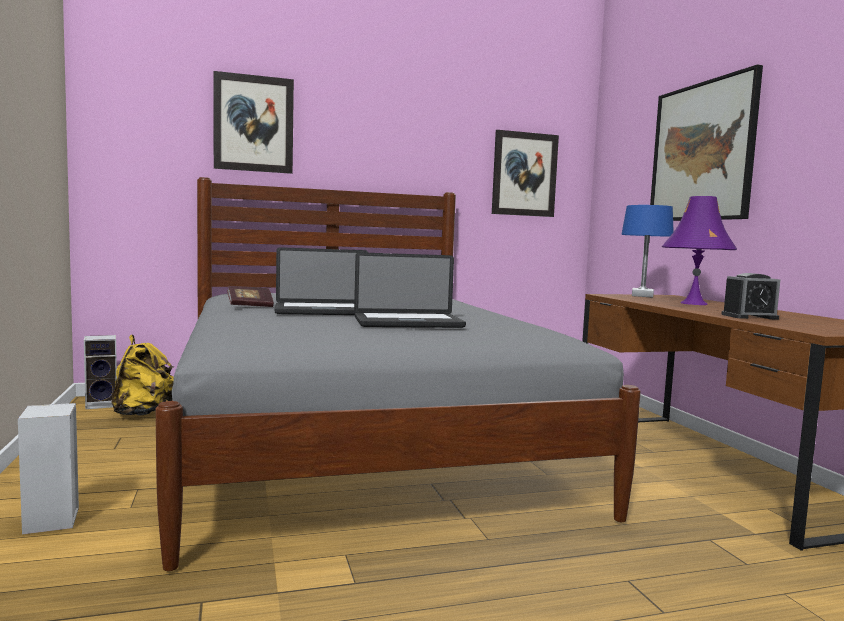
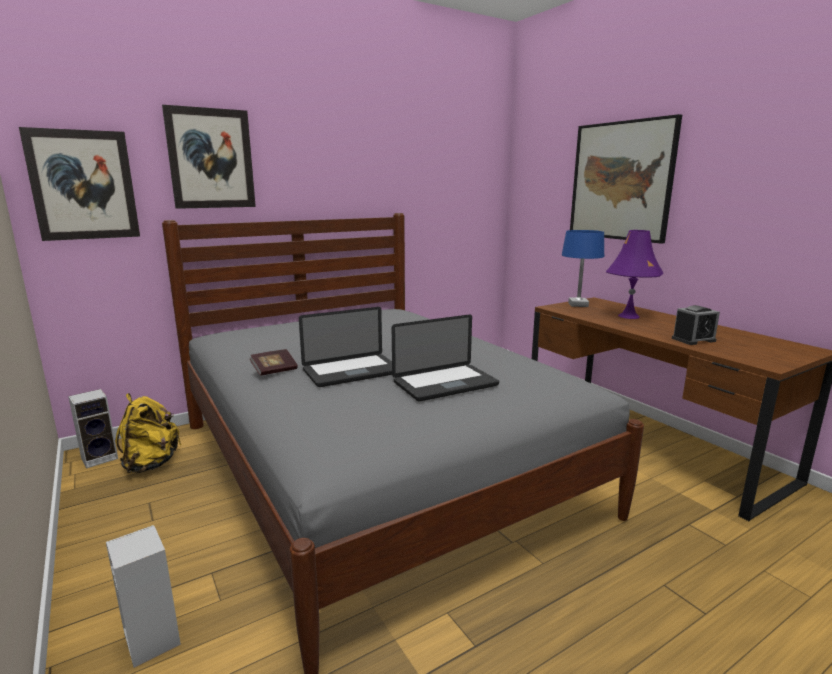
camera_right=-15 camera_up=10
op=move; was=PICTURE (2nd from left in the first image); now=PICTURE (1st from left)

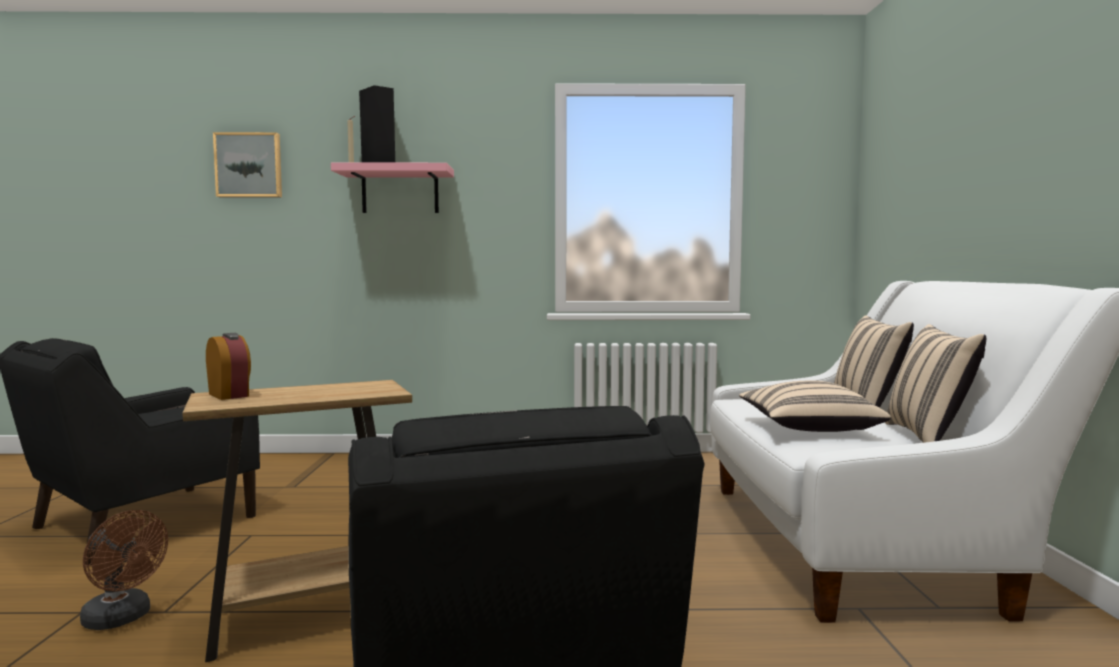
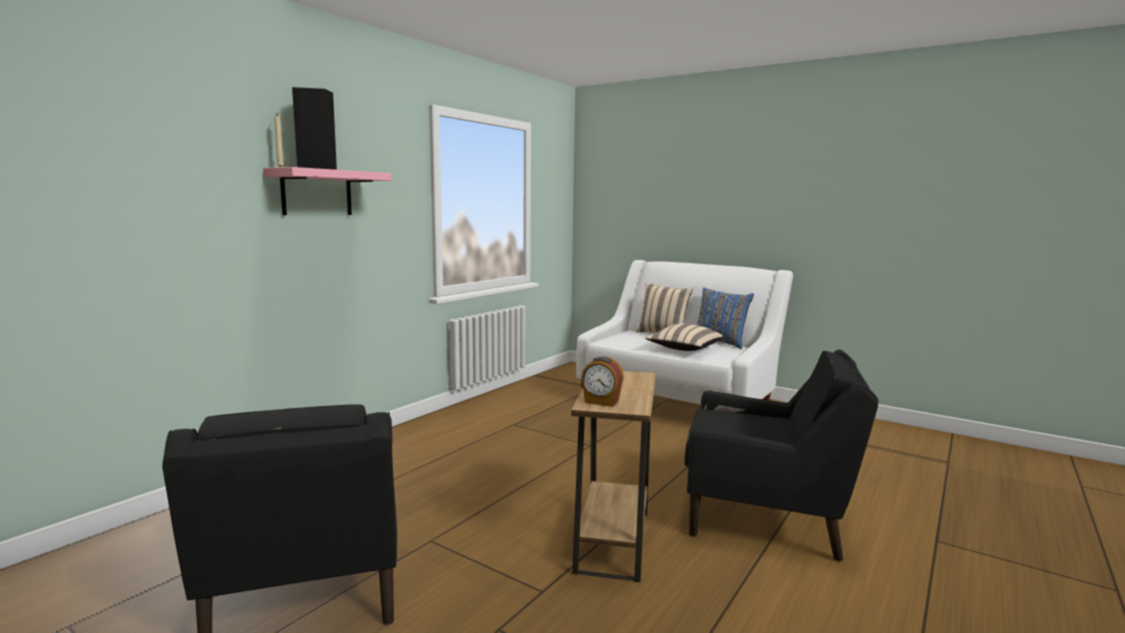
camera_right=-55 camera_up=5
op=delete; was=BROWN FAN
op=rotate; was=ALARM CLOCK; clockwise=-150
op=delete; was=PICTURE
op=recolor; was=BEIGE PILLOW (3rd from left); now=BLUE PILLOW

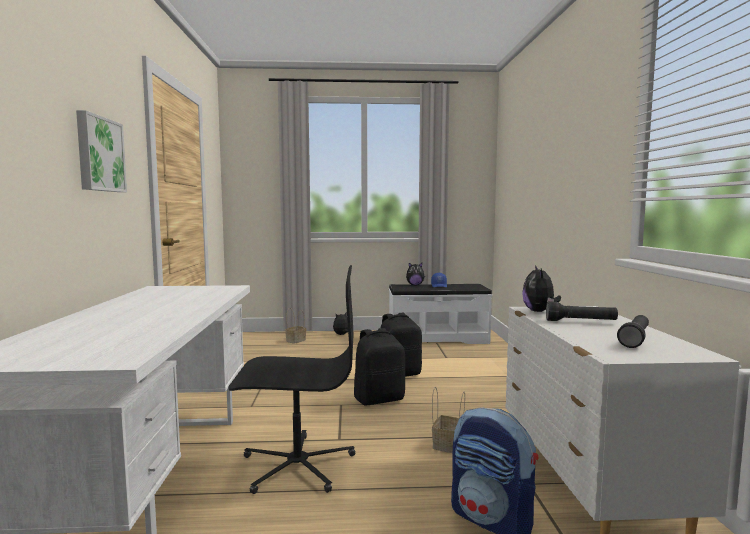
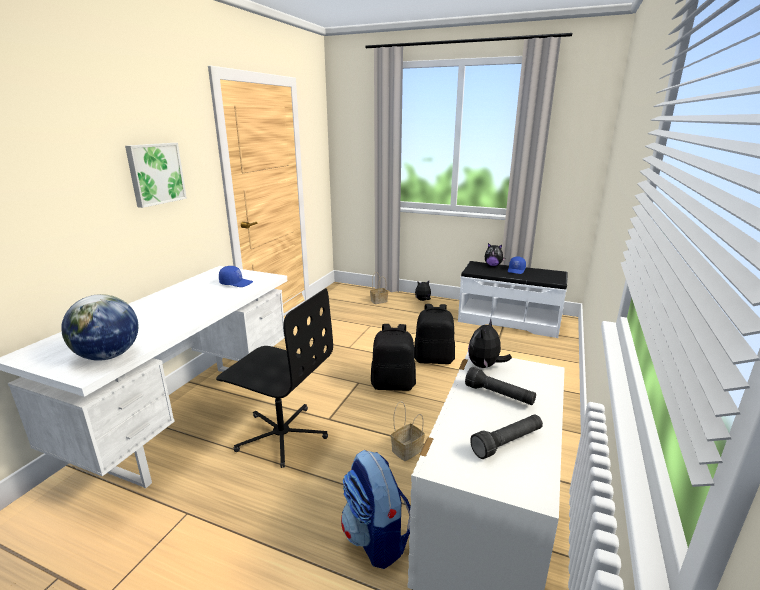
camera_right=25 camera_up=15
op=insert; now=GLOBE
op=insert; now=BLUE CAP (1st from left)

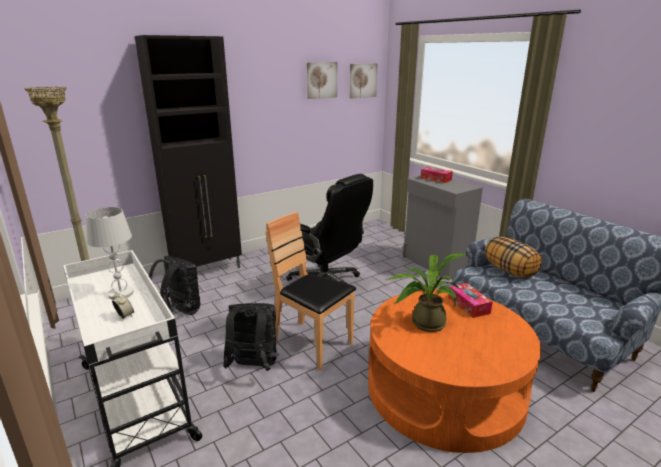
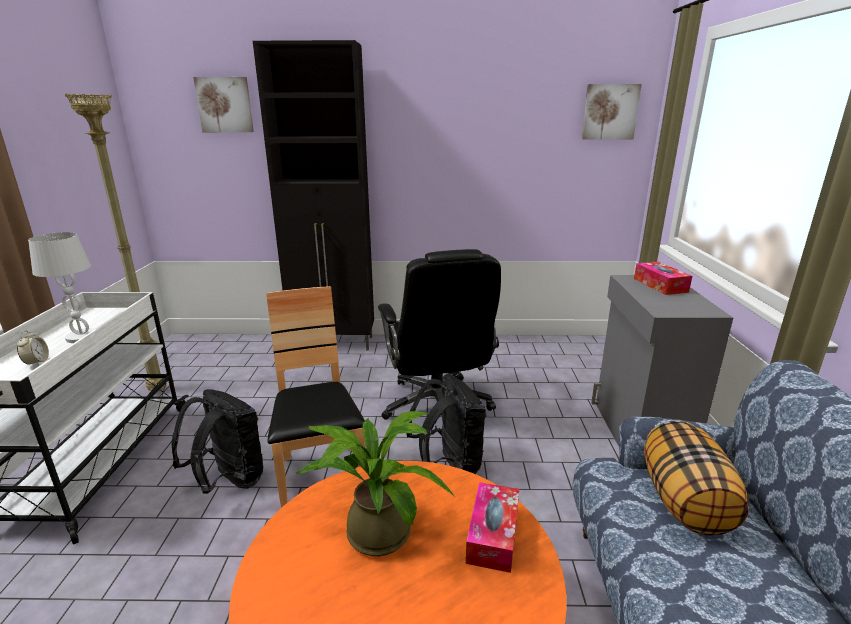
camera_right=35 camera_up=0
op=move; was=BLACK BACKPACK (1st from left in the first image); now=BLACK BACKPACK (2nd from left)
op=move; was=PICTURE (1st from left)

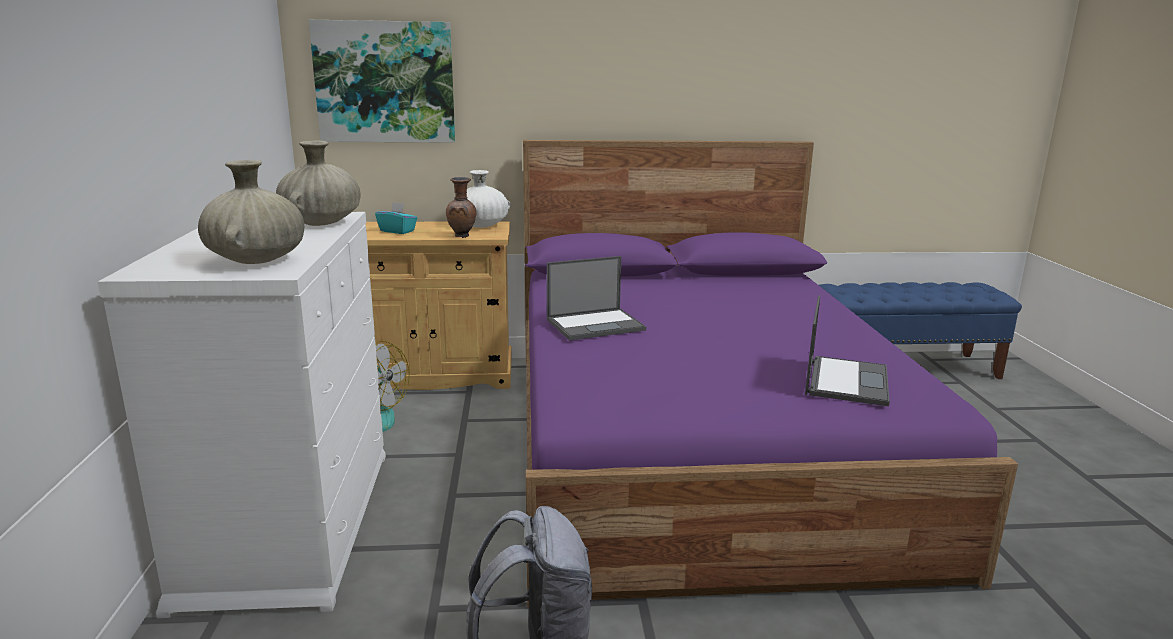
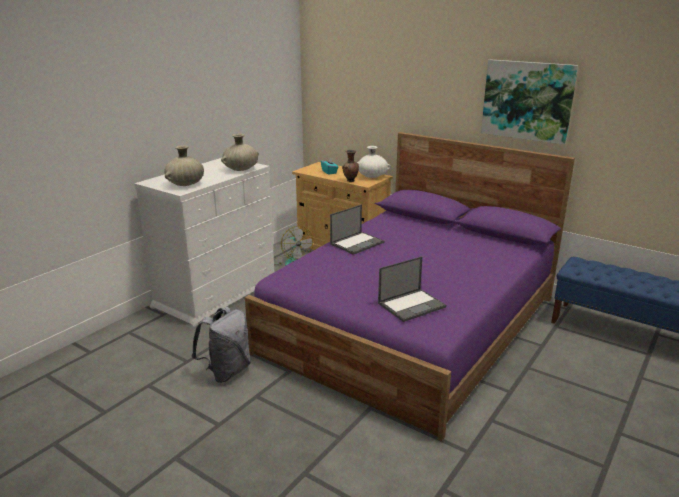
camera_right=40 camera_up=5
op=move; was=PICTURE
op=rotate; was=LAPTOP (1st from left); clockwise=-60

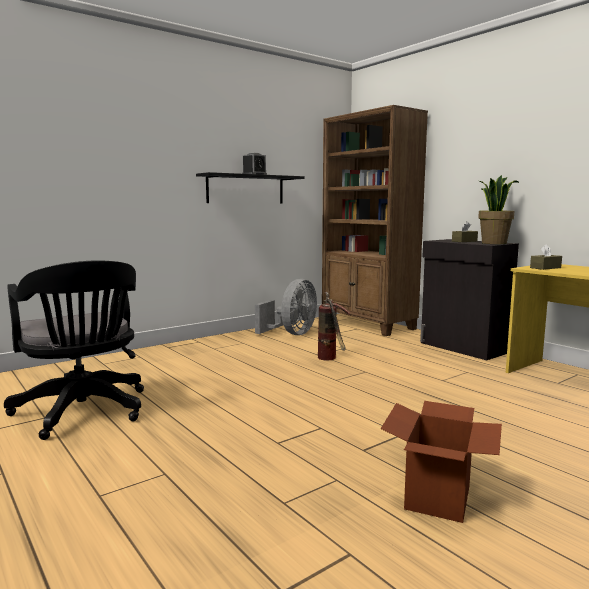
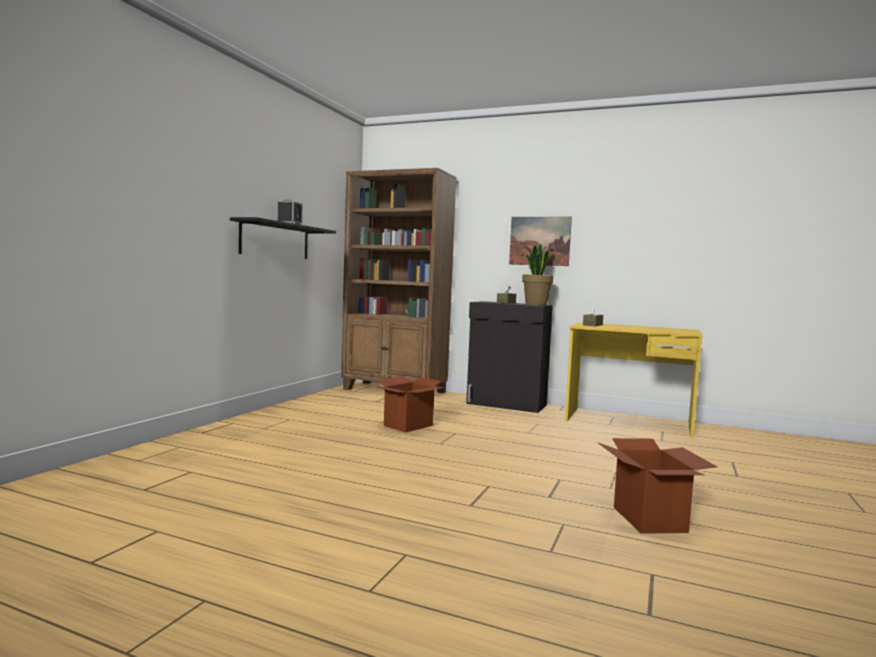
camera_right=-30 camera_up=-5
op=delete; was=BLACK OFFICE CHAIR
op=delete; was=GREY FAN
op=replace; was=FIRE EXTINGUISHER; now=CARDBOARD BOX (1st from left)
op=insert; now=PICTURE

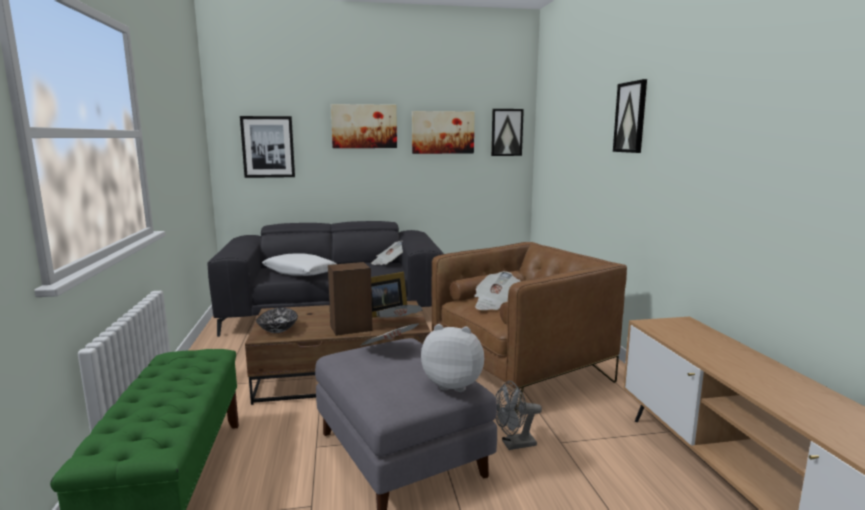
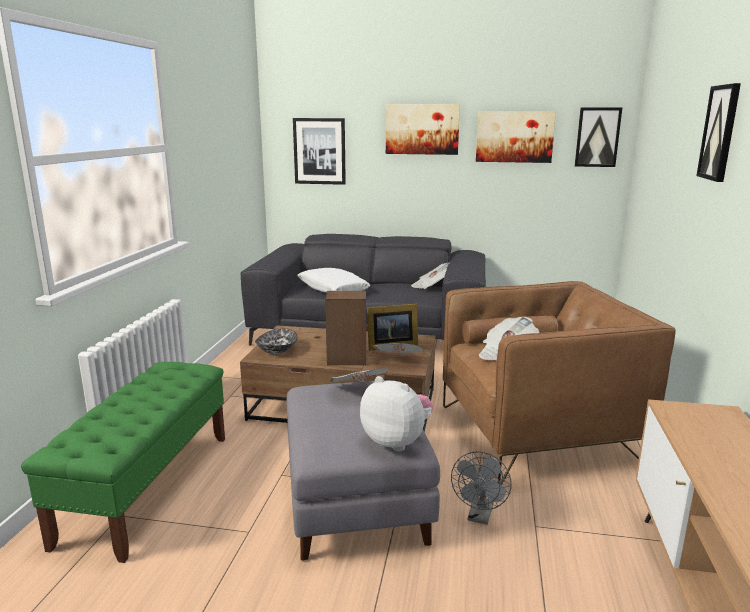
camera_right=20 camera_up=5
op=rotate; was=GREY FAN; clockwise=-75

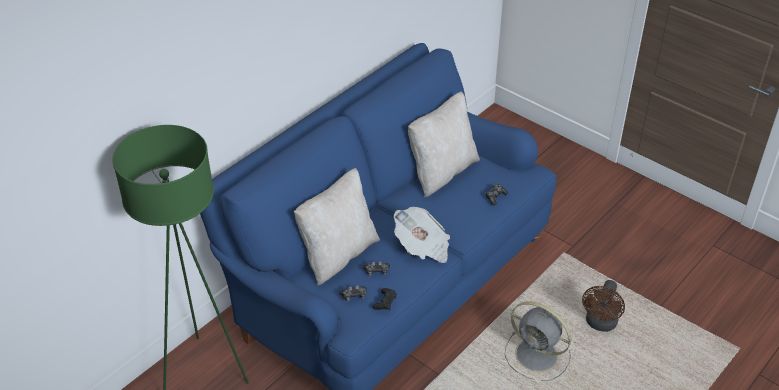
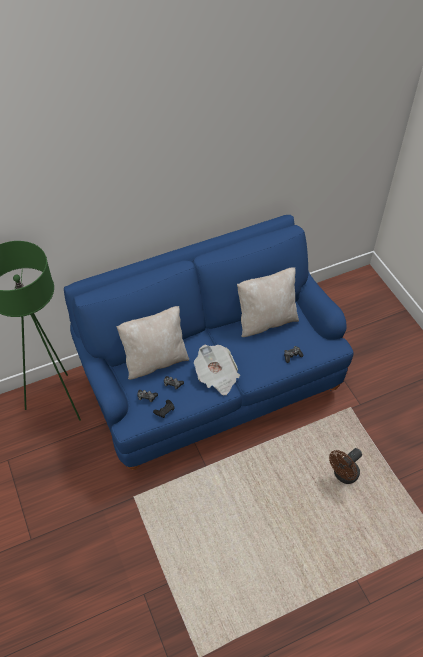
camera_right=25 camera_up=10
op=delete; was=GREY FAN

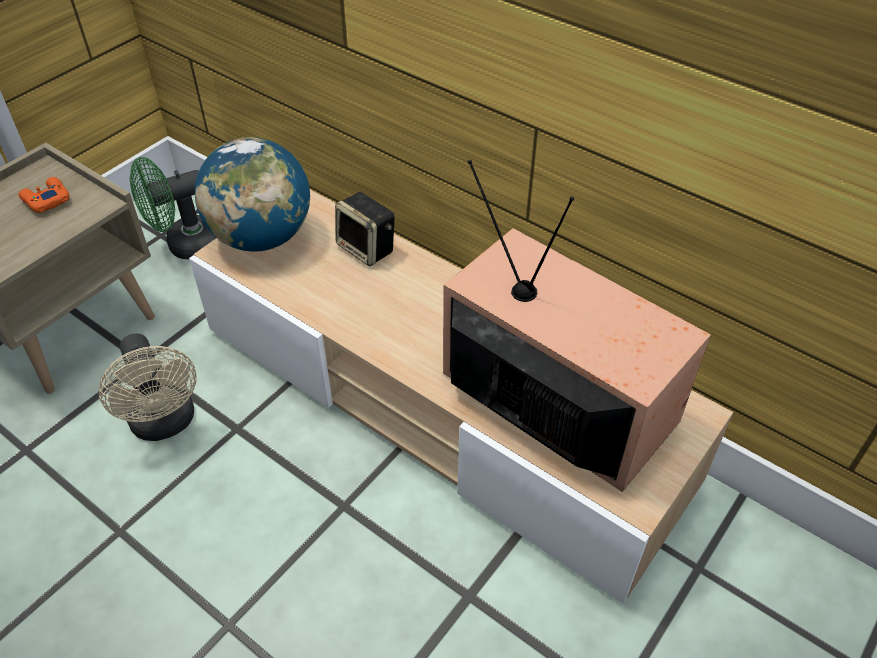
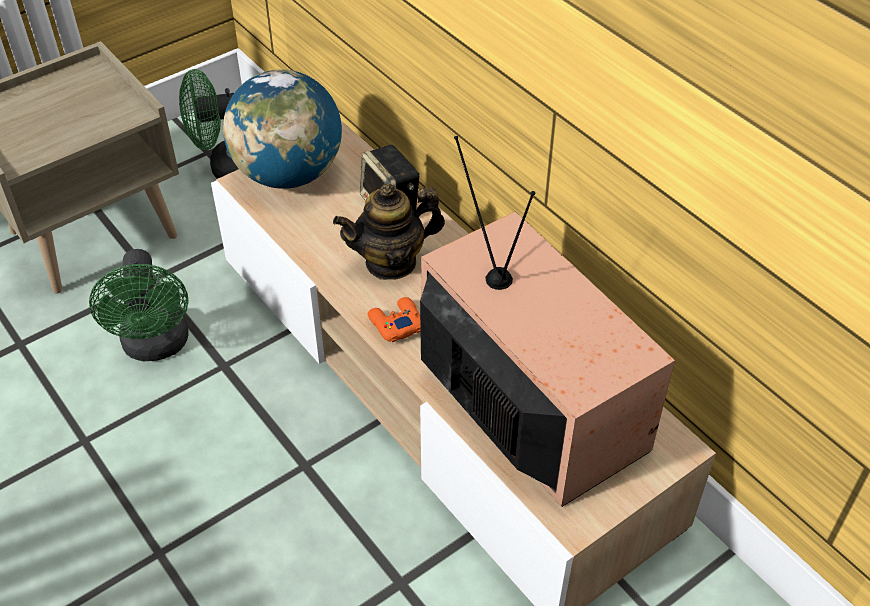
camera_right=15 camera_up=0
op=move; was=ORANGE GAME CONTROLLER
op=recolor; was=BEIGE FAN; now=GREEN FAN (1st from left)
op=insert; now=TEAPOT

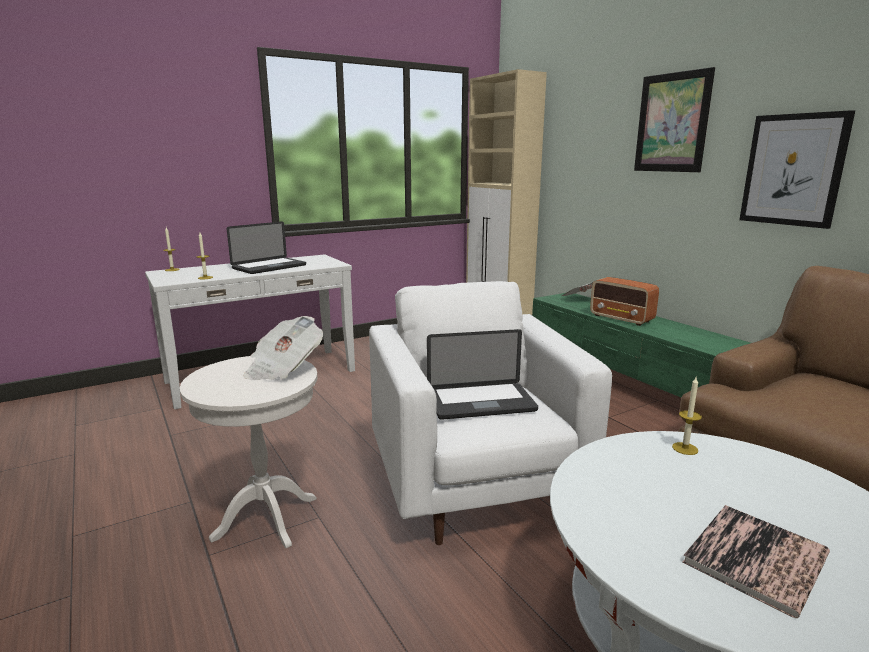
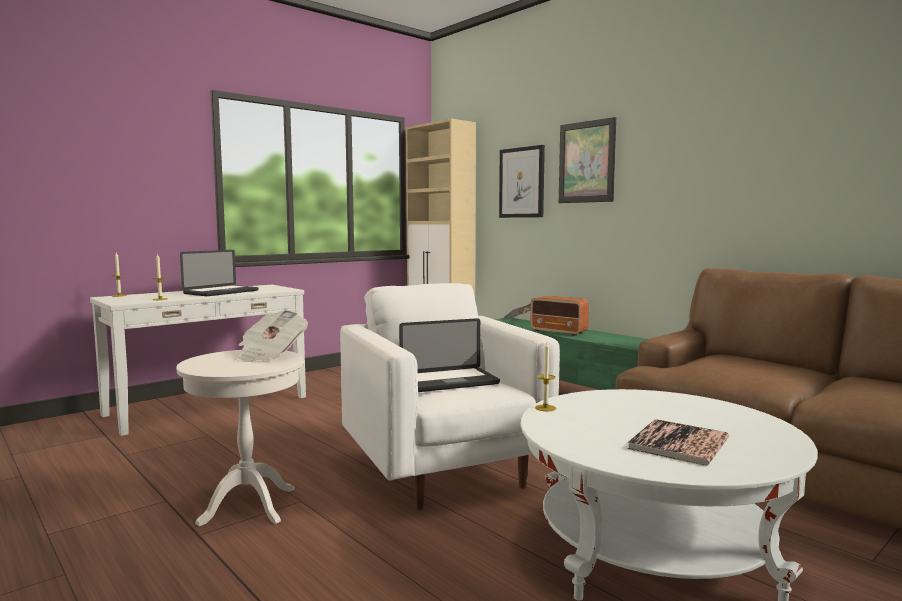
camera_right=-10 camera_up=-10
op=move; was=CANDLE (3rd from left)
op=move; was=PICTURE (2nd from left in the first image); now=PICTURE (1st from left)

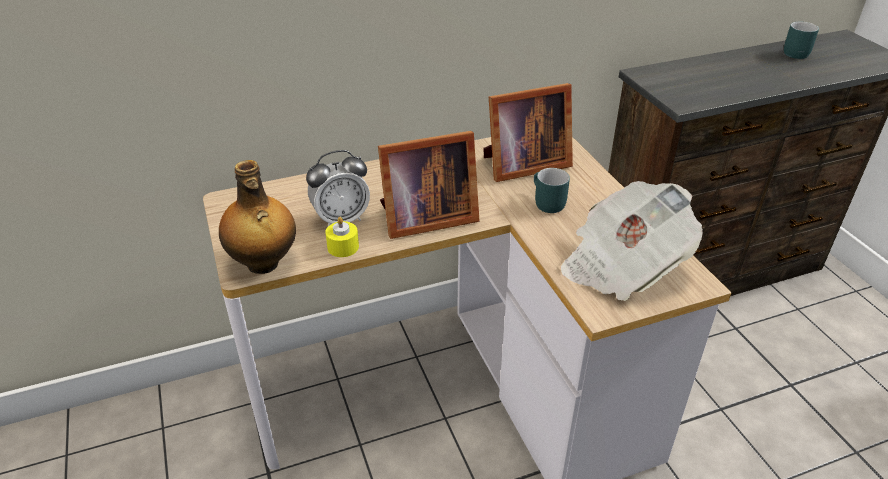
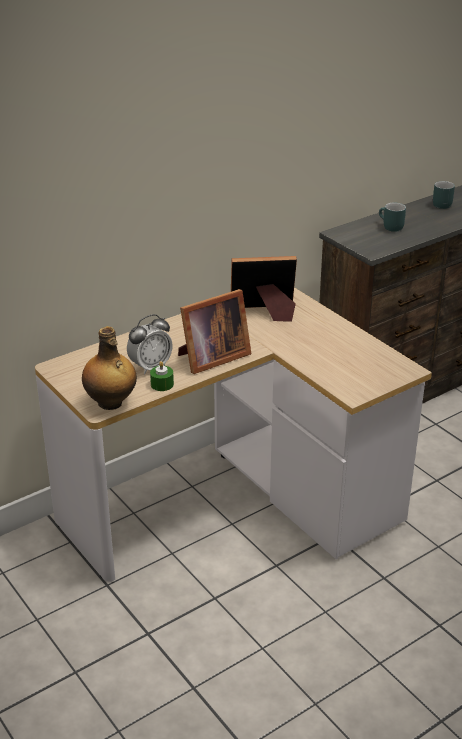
camera_right=-15 camera_up=-5
op=recolor; was=YELLOW CANDLE; now=GREEN CANDLE
op=rotate; was=PICTURE FRAME (2nd from left); clockwise=-150
op=move; was=TURQUOISE MUG (1st from left)
op=delete; was=NEWSPAPER

